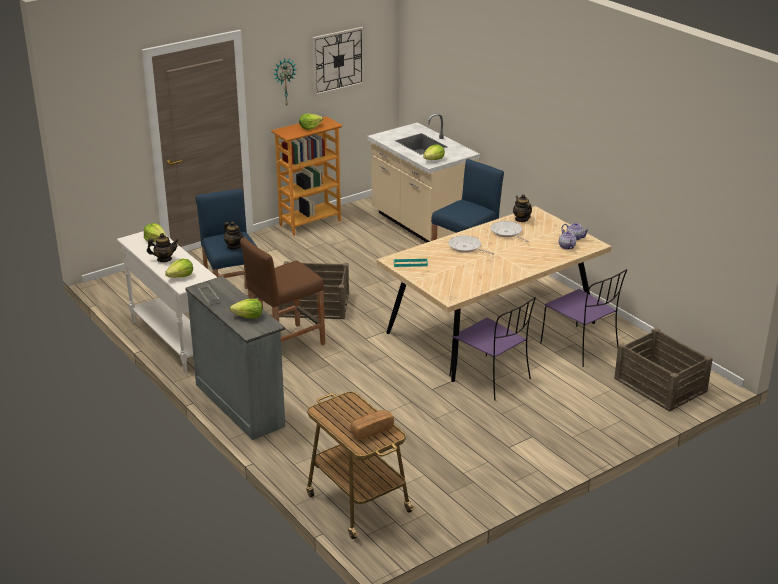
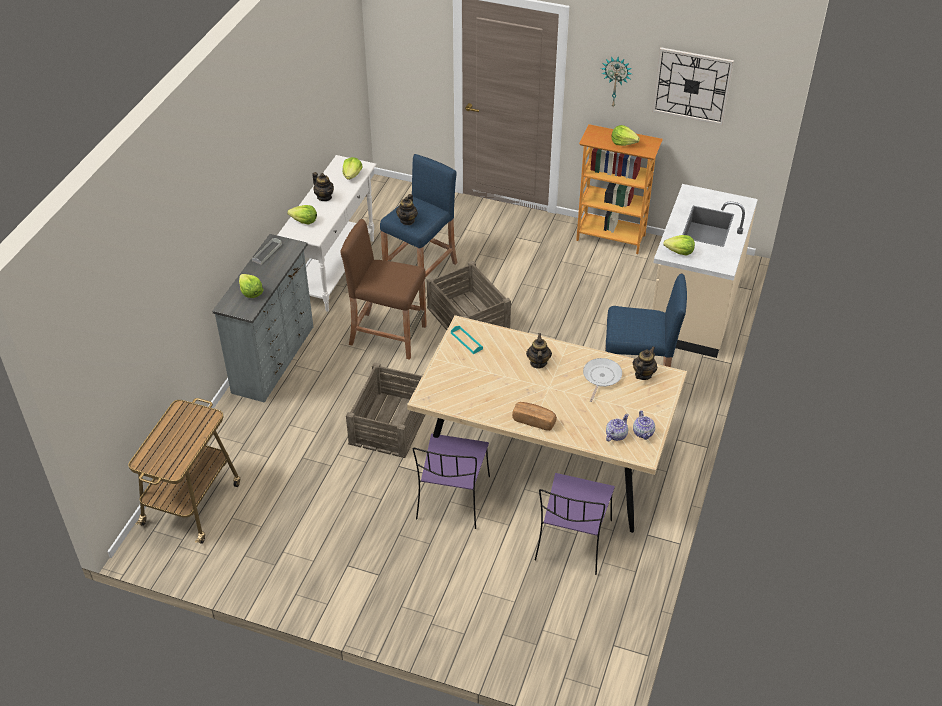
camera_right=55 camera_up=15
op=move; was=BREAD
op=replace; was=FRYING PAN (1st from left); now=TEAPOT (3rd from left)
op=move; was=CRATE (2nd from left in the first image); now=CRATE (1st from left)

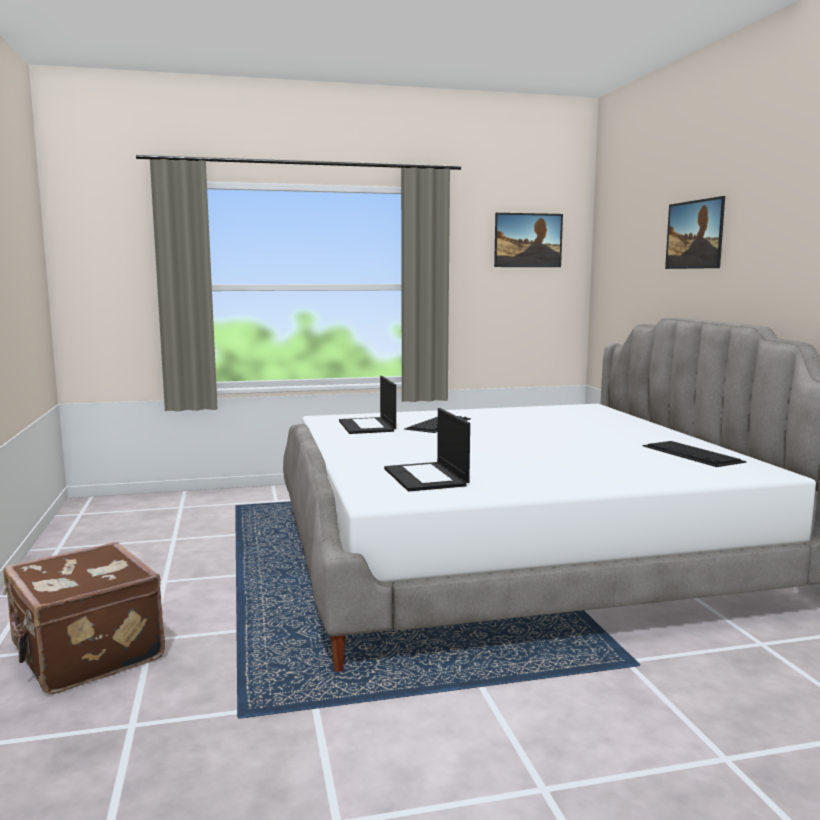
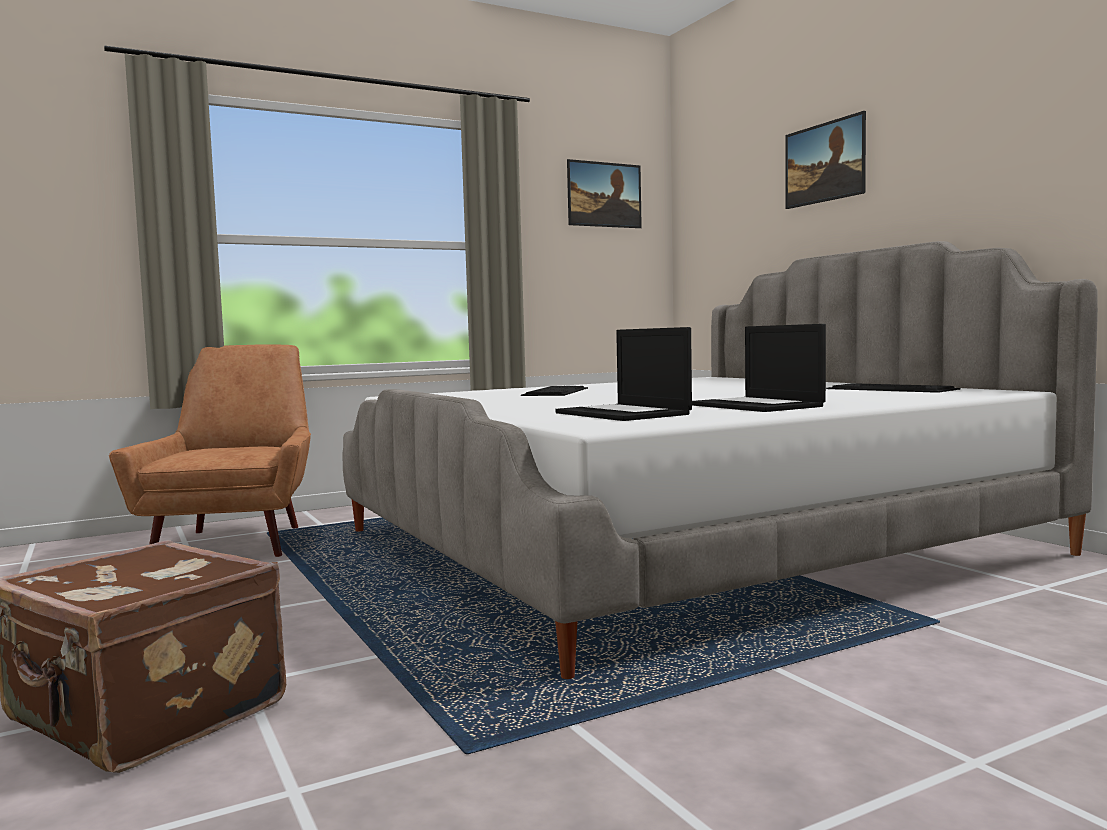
camera_right=-15 camera_up=-5
op=move; was=LAPTOP (1st from left in the first image); now=LAPTOP (2nd from left)
op=insert; now=BROWN ARMCHAIR

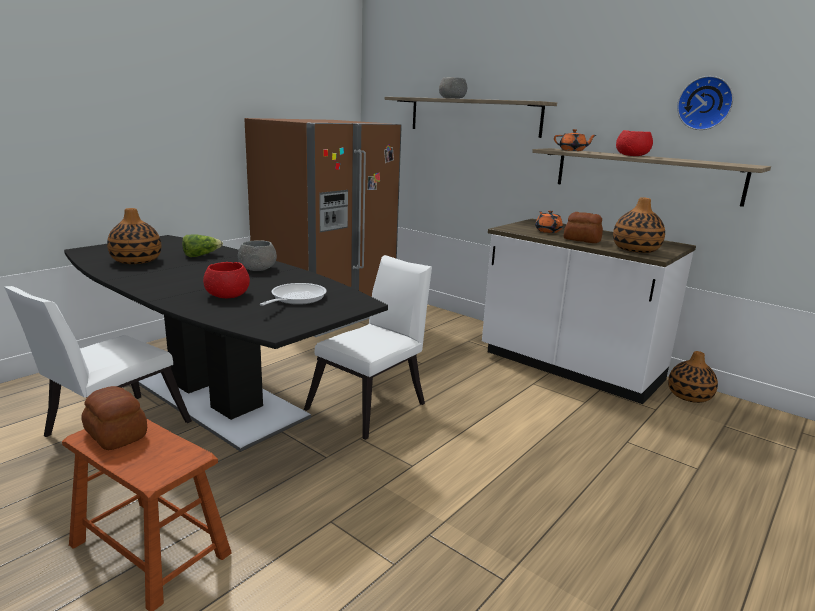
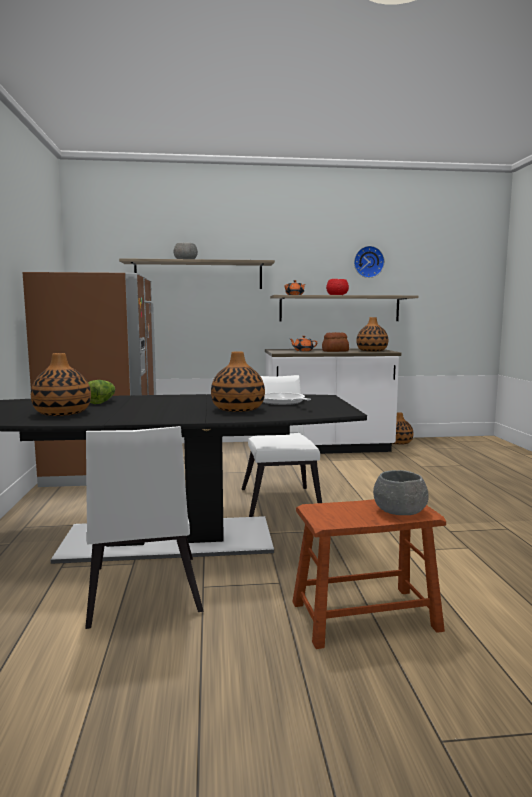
camera_right=-45 camera_up=-10
op=delete; was=BREAD (1st from left)
op=replace; was=RED BOWL (1st from left); now=VASE (2nd from left)
op=move; was=GREY BOWL (1st from left in the first image); now=GREY BOWL (2nd from left)

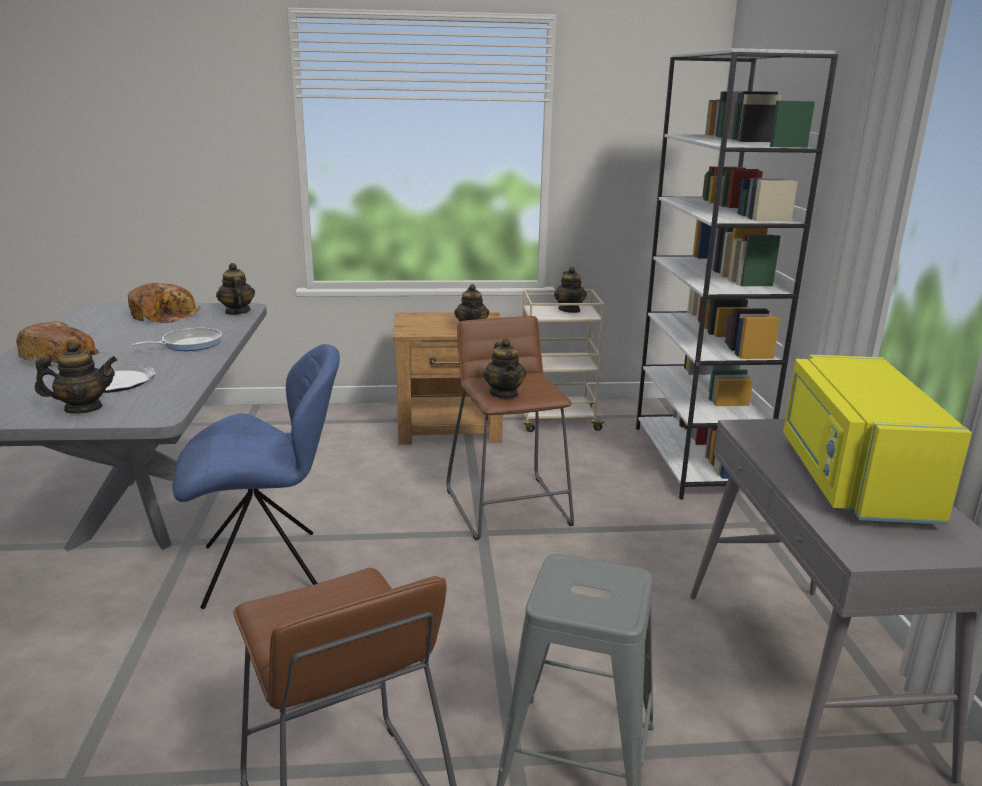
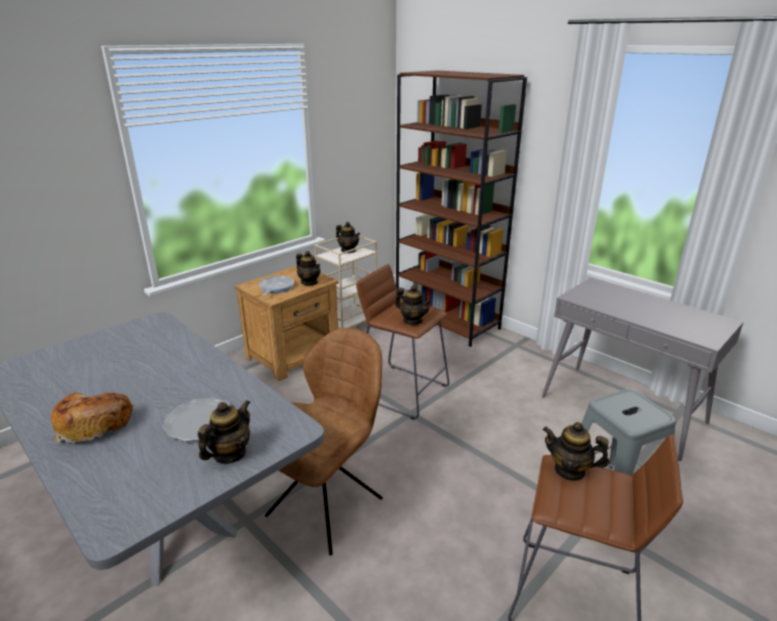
camera_right=-40 camera_up=5
op=delete; was=BREAD (2nd from left)
op=move; was=FRYING PAN
op=recolor; was=BLUE CHAIR; now=BROWN CHAIR
op=move; was=TEAPOT (2nd from left in the first image); now=TEAPOT (5th from left)
op=recolor; was=WHITE BOOKCASE; now=BROWN BOOKCASE
op=delete; was=YELLOW MICROWAVE

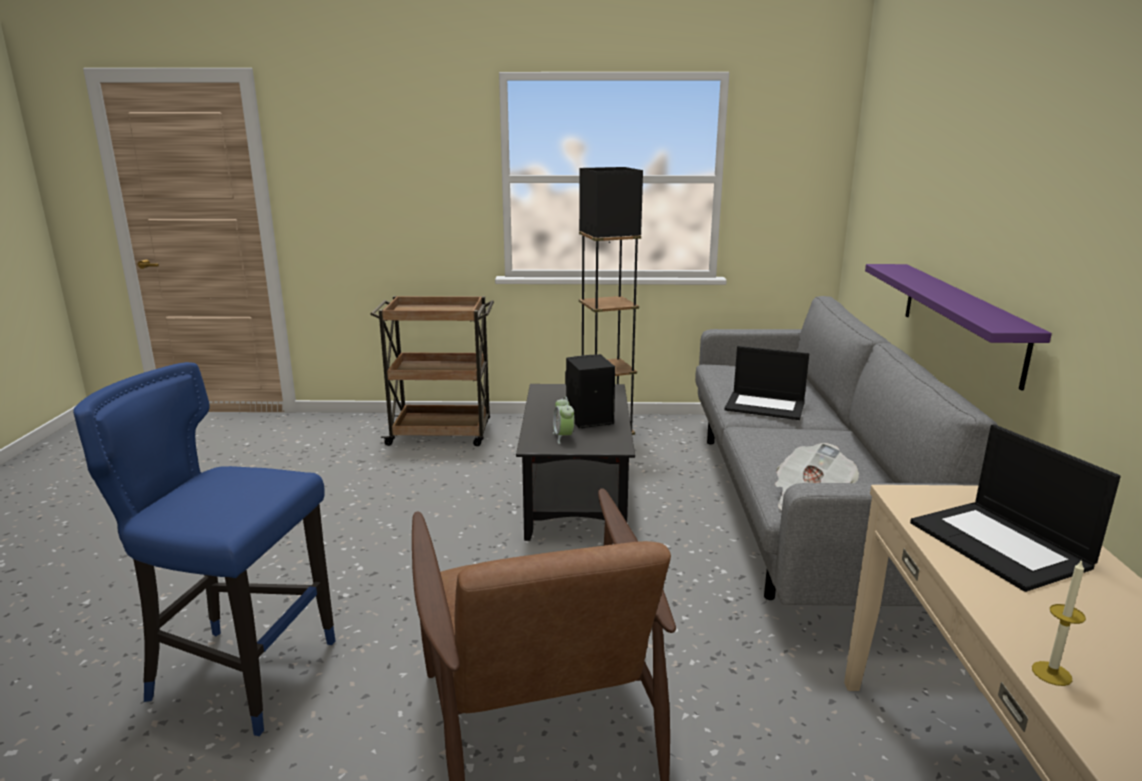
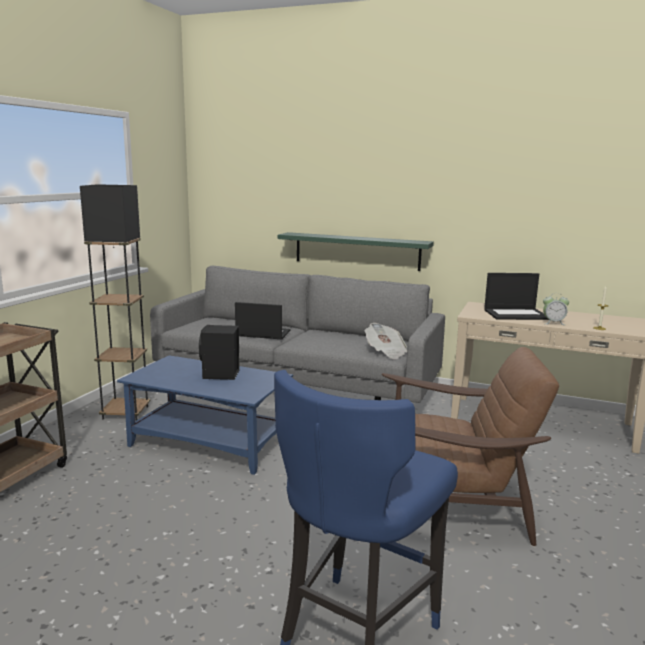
camera_right=-70 camera_up=-5
op=recolor; was=BLACK COFFEE TABLE; now=BLUE COFFEE TABLE
op=move; was=ALARM CLOCK
op=rotate; was=LAPTOP (1st from left); clockwise=-120
op=recolor; was=PURPLE SHELF; now=GREEN SHELF

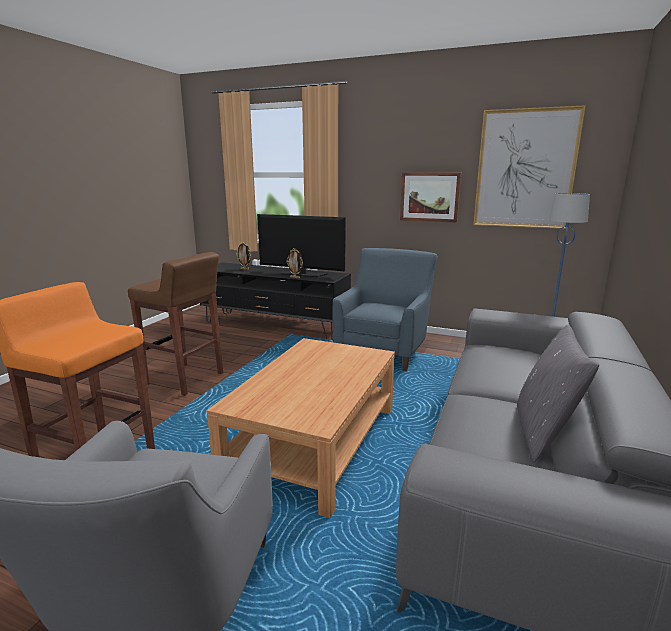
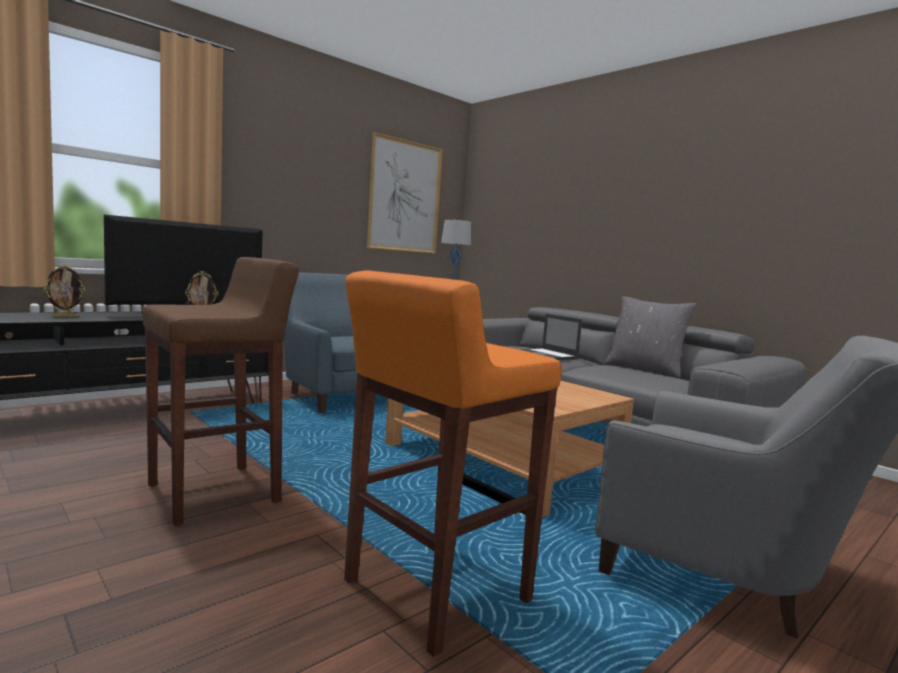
camera_right=-65 camera_up=-10
op=delete; was=PICTURE (1st from left)
op=insert; now=LAPTOP

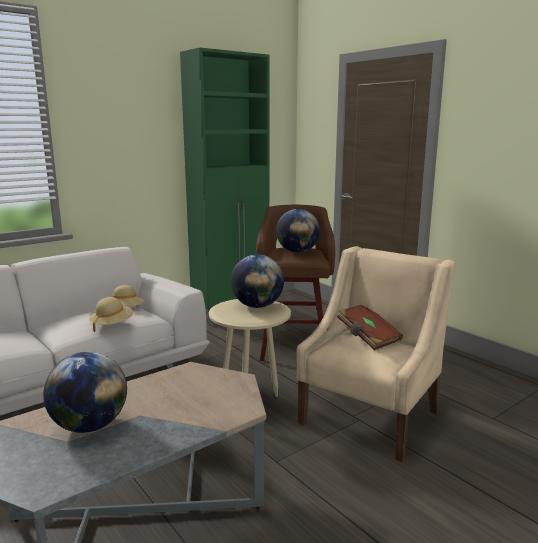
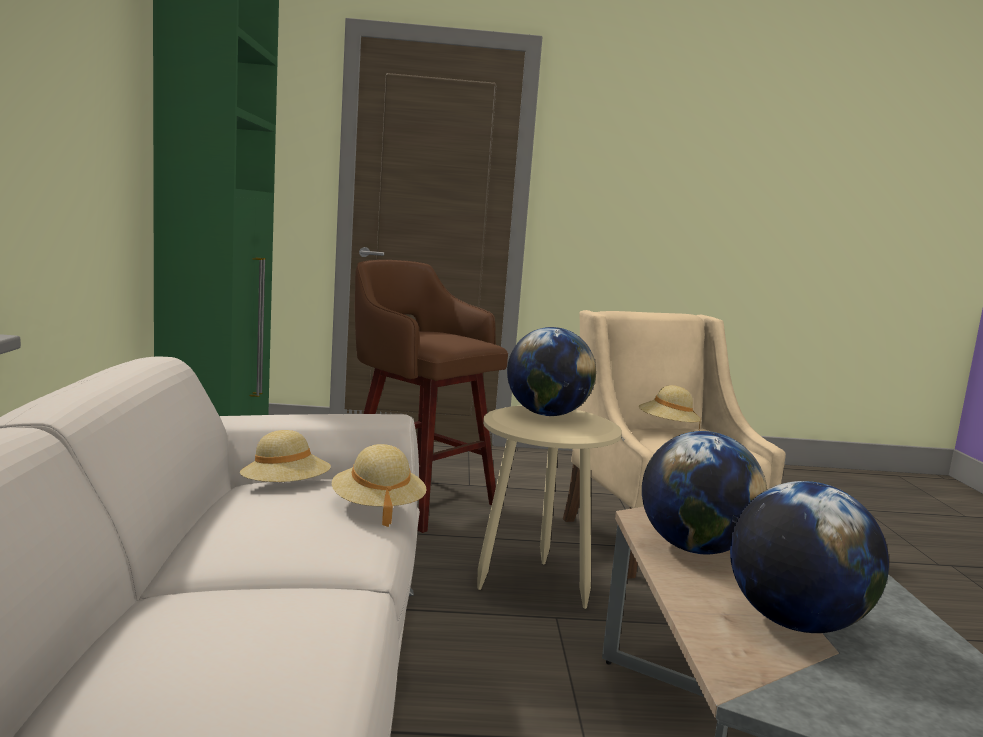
camera_right=-55 camera_up=-5
op=move; was=GLOBE (3rd from left in the first image); now=GLOBE (2nd from left)
op=replace; was=BROWN BOOK; now=BEIGE HAT (3rd from left)

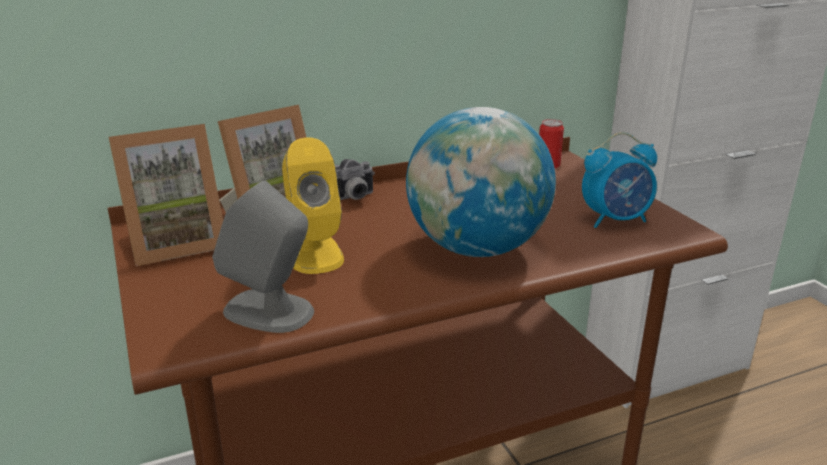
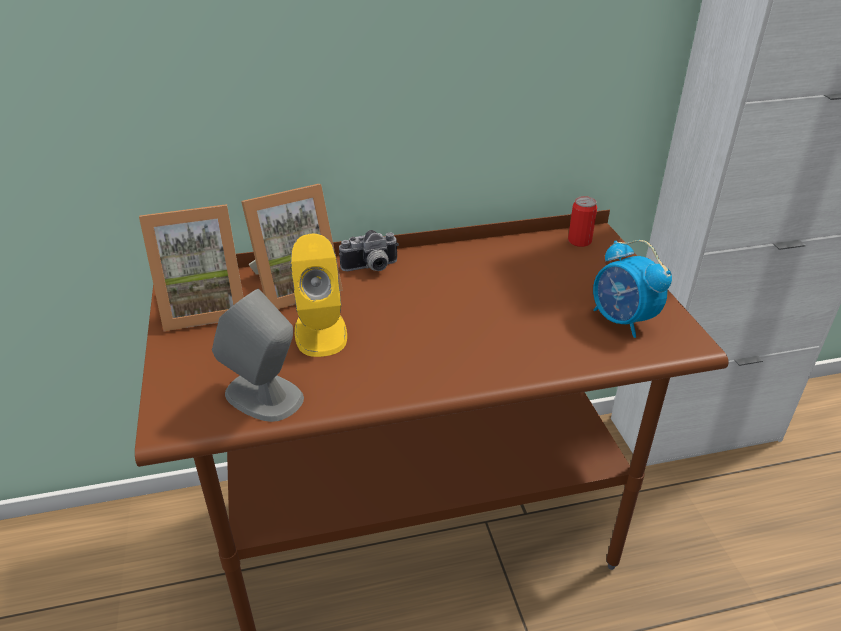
camera_right=10 camera_up=10
op=delete; was=GLOBE
op=rotate; was=ALARM CLOCK; clockwise=60

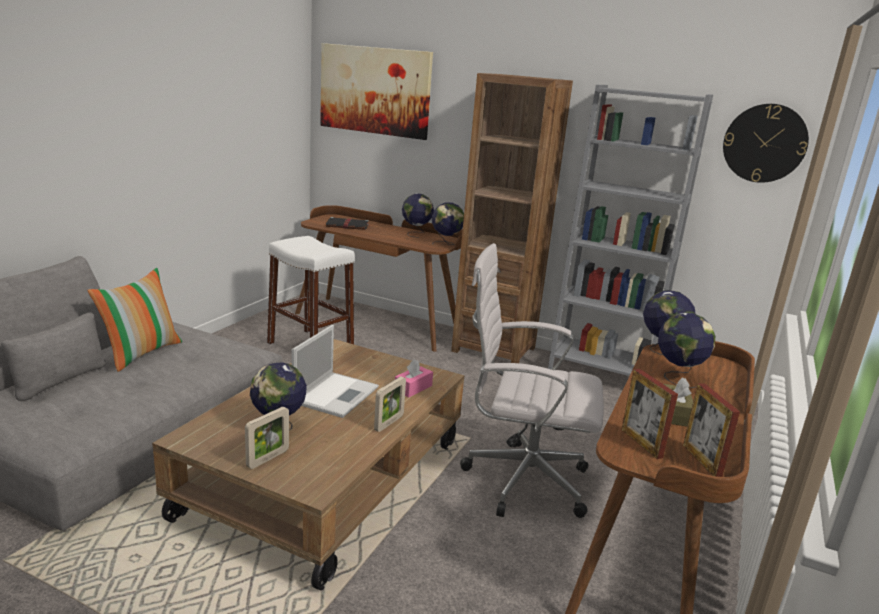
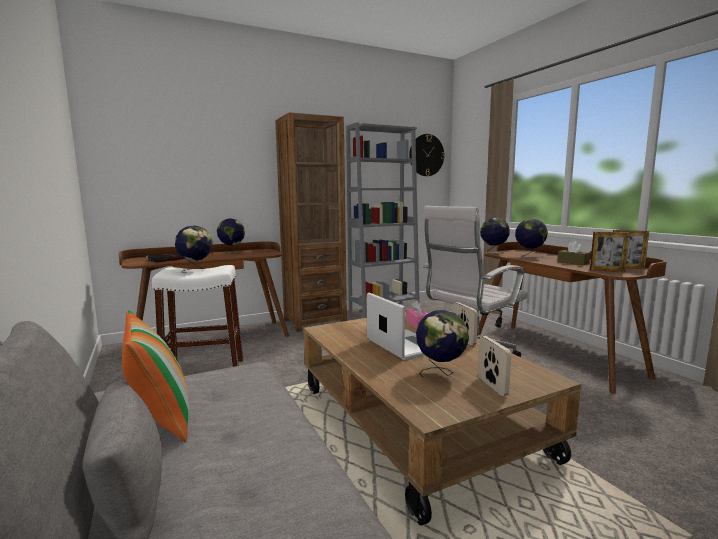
camera_right=-50 camera_up=-10
op=delete; was=PICTURE
op=move; was=GLOBE (3rd from left in the first image); now=GLOBE (1st from left)

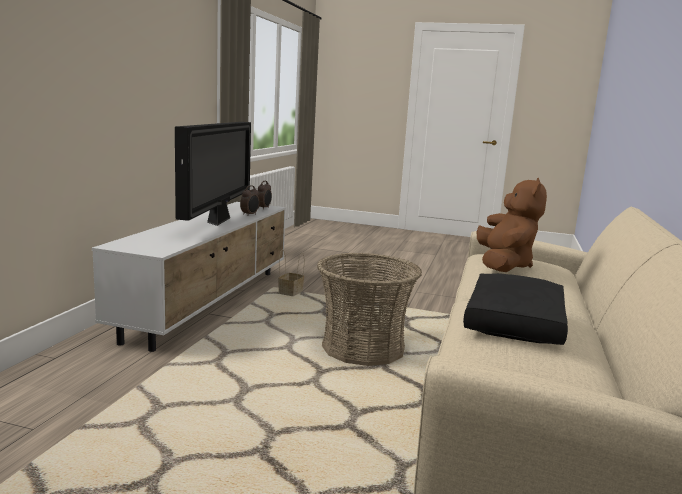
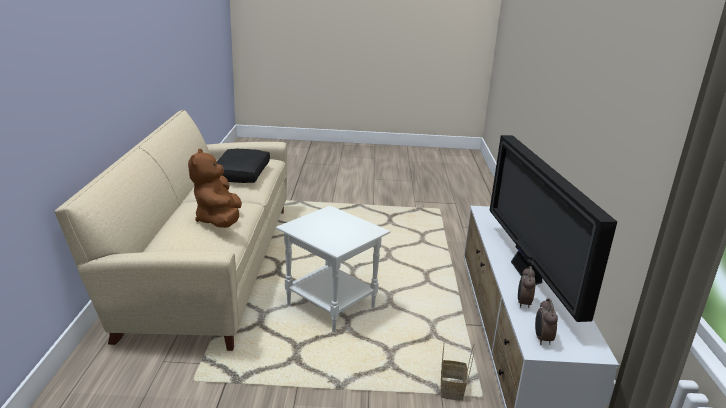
camera_right=165 camera_up=10
op=replace; was=BASKET (2nd from left); now=WHITE SIDE TABLE

